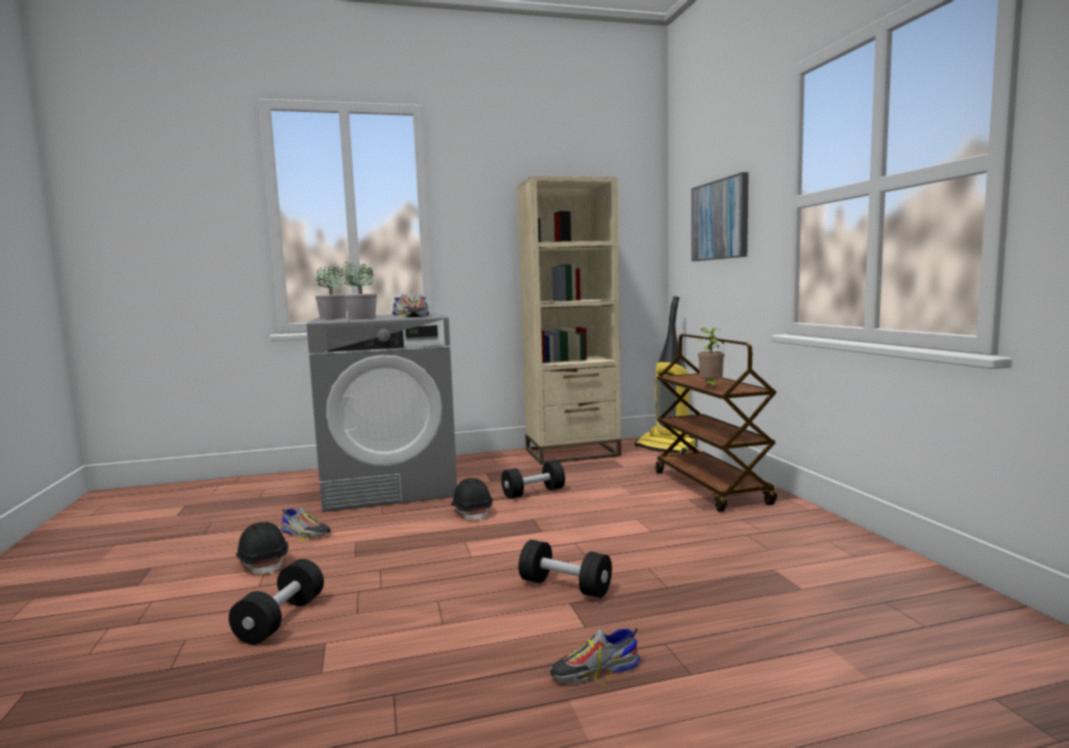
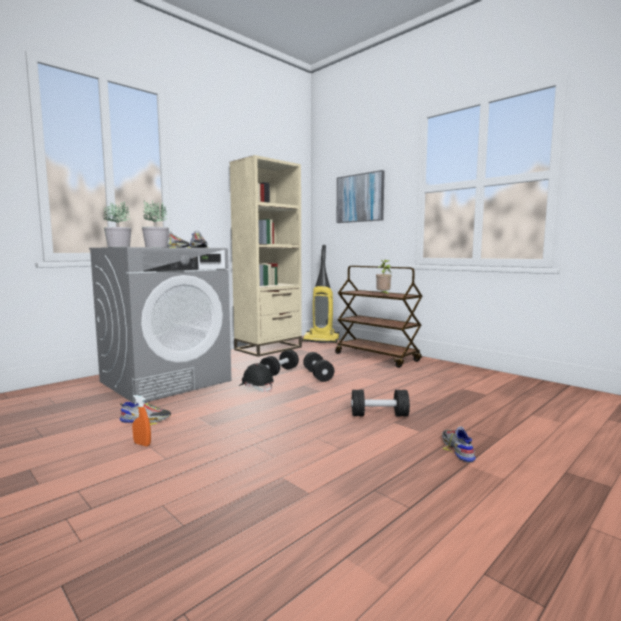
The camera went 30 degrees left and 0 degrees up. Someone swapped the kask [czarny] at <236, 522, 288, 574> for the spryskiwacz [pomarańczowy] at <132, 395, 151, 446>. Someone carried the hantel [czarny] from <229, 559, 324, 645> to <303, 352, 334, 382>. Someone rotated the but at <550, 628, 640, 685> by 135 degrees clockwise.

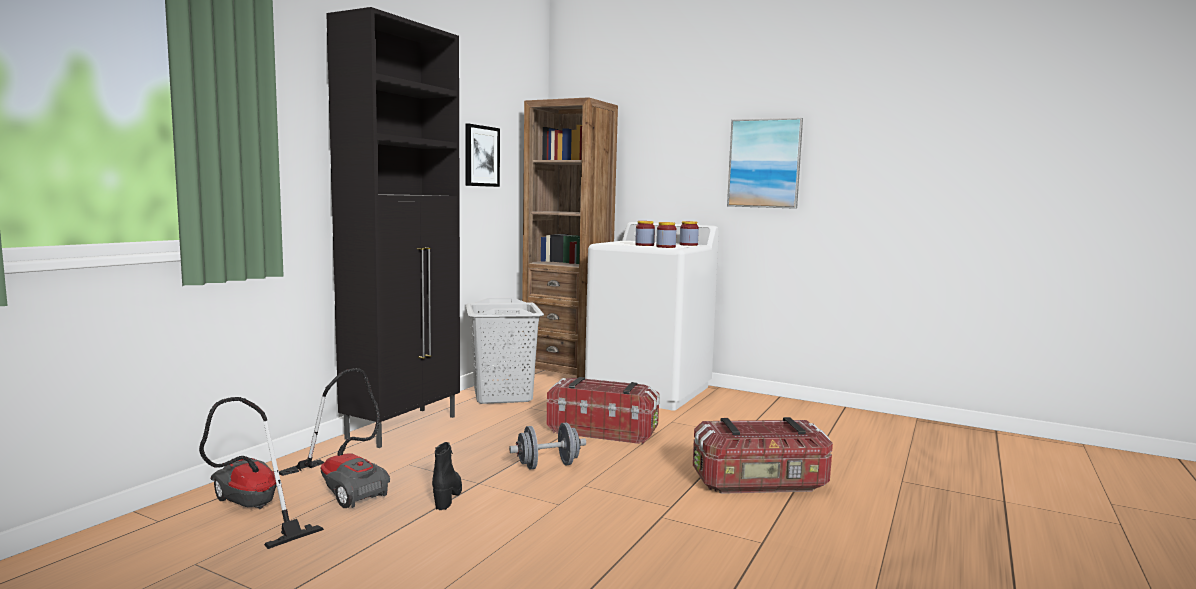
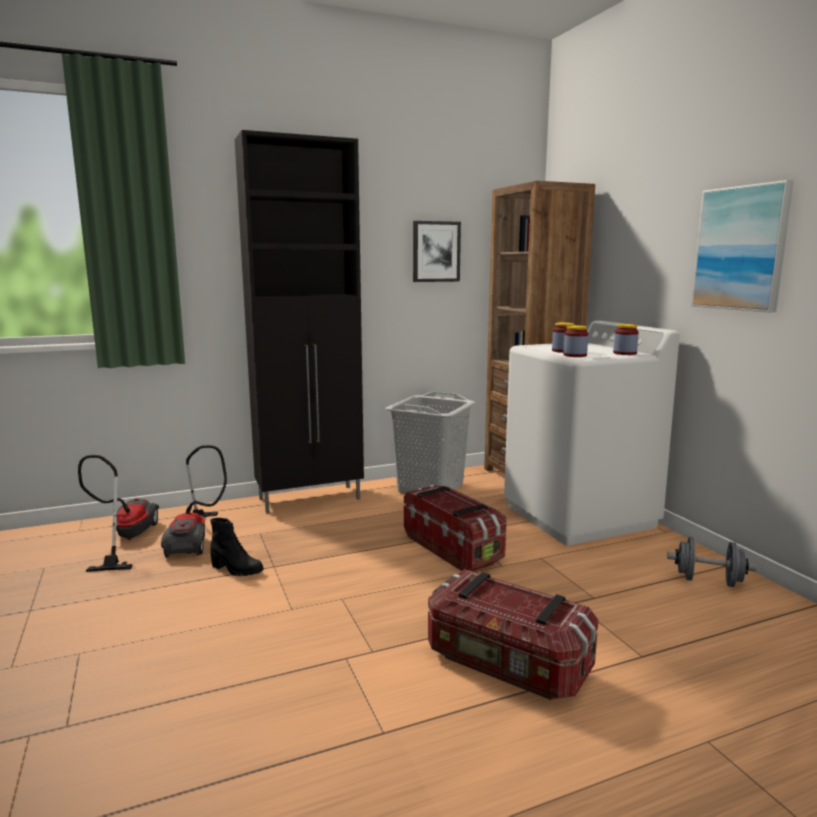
The camera went 40 degrees right and 5 degrees up. Someone rotated the but z cholewką [czarny] at <432, 442, 462, 510> by 75 degrees clockwise. Someone carried the hantel [szary] from <509, 423, 586, 470> to <667, 537, 757, 587>.

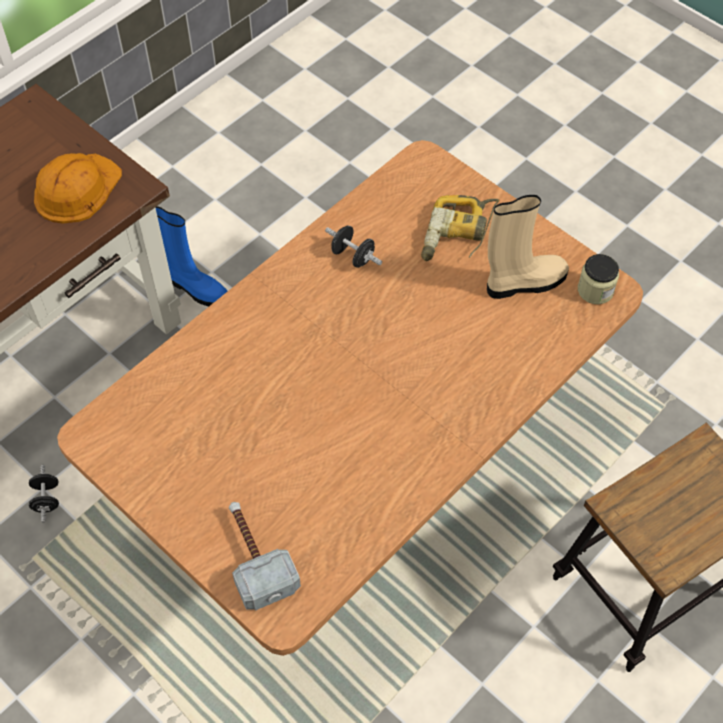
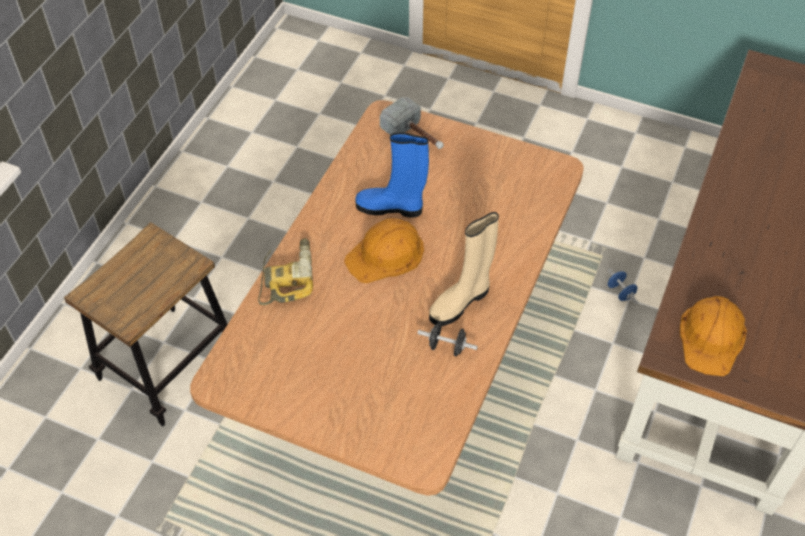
The camera went 160 degrees right and 5 degrees down. Someone carried the wiertarka from <421, 195, 499, 261> to <258, 238, 313, 305>. Someone put down the kask [pomarańczowy] at <344, 218, 424, 283>. Someone carried the but z cholewką [niebieski] from <155, 206, 228, 306> to <355, 132, 429, 218>. Someone carried the but z cholewką [beżowy] from <487, 195, 569, 299> to <429, 212, 499, 326>. Someone repainted the hantel [czarny] at <29, 465, 59, 523>, which became the hantel [niebieski] at <608, 268, 638, 304>. Someone took away the słoik at <578, 254, 619, 304>.

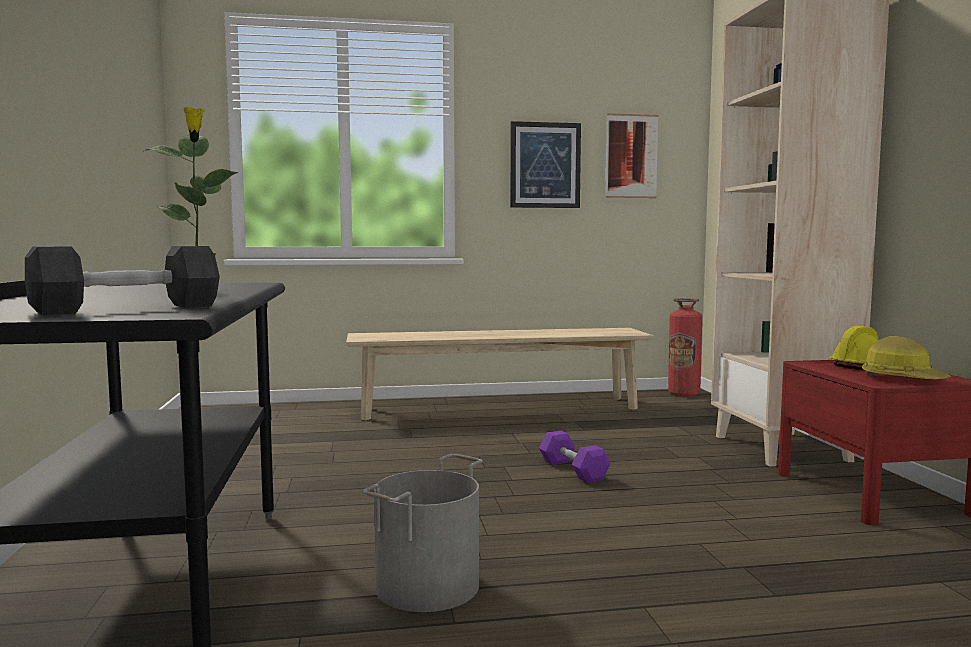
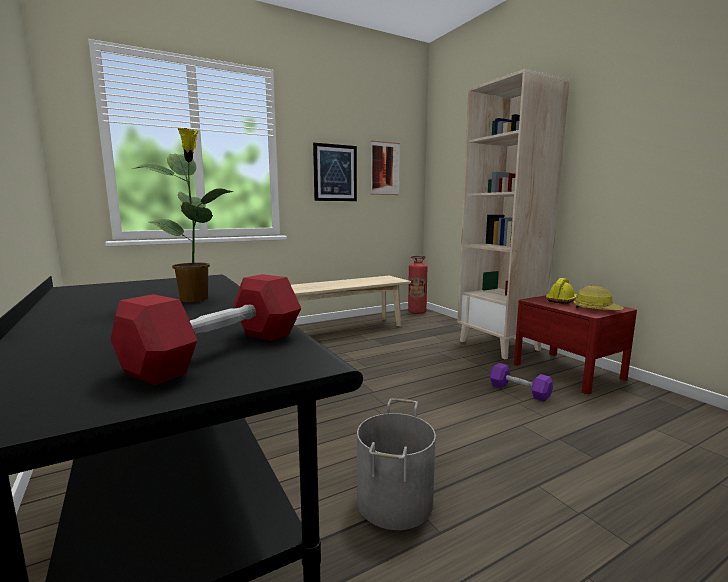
The camera went 20 degrees left and 5 degrees up. Someone repainted the hantel [czarny] at <25, 246, 220, 316>, which became the hantel [czerwony] at <110, 274, 301, 385>. Someone carried the hantel [fioletowy] from <539, 431, 611, 483> to <490, 363, 553, 402>.

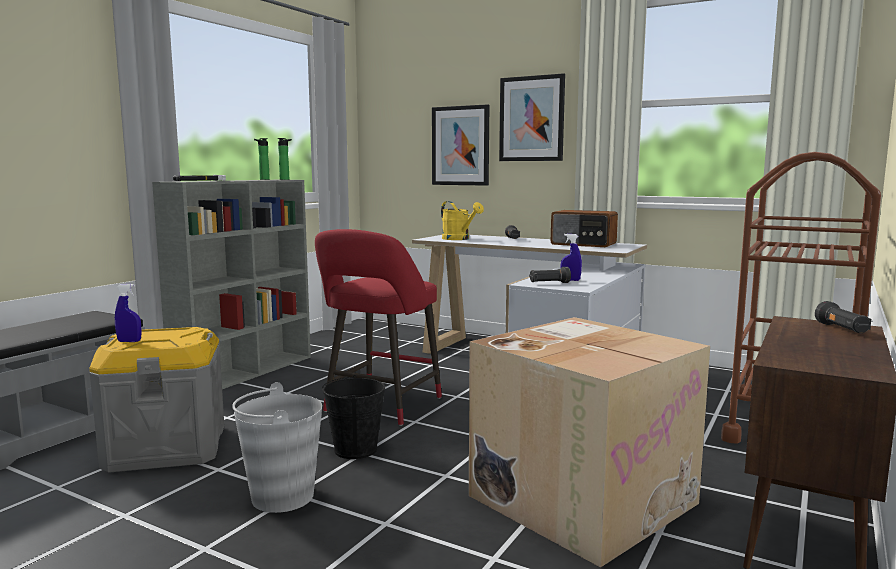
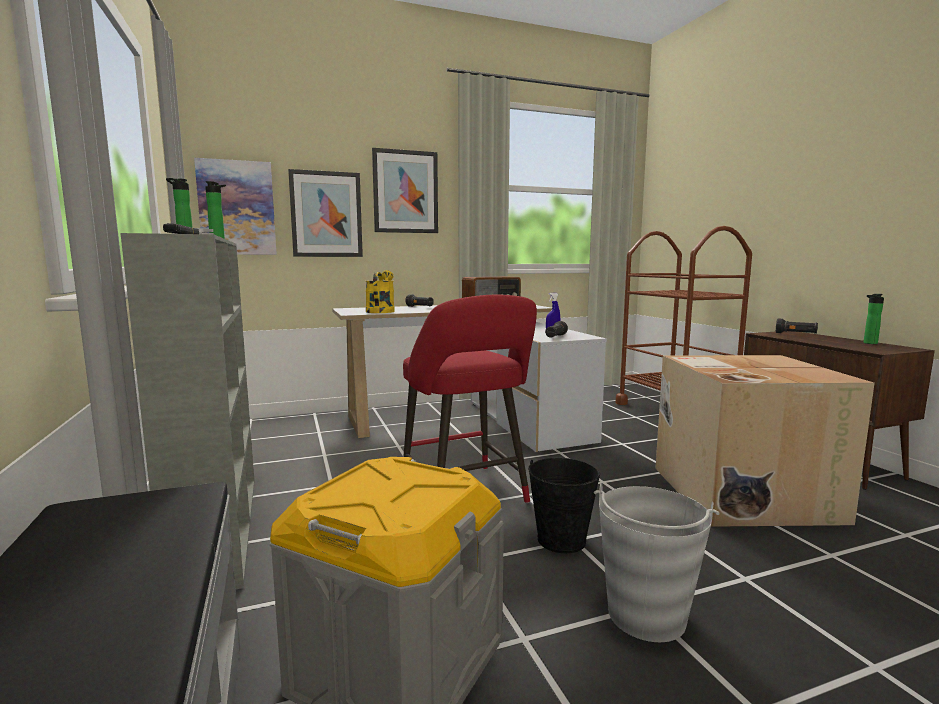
The camera went 50 degrees left and 0 degrees up. Someone put up the obraz at <194, 158, 277, 255>. Someone rotated the konewka [żółty] at <441, 201, 484, 240> by 90 degrees counterclockwise. Someone put down the butelka at <864, 294, 884, 344>. Someone took away the spryskiwacz [niebieski] at <115, 284, 141, 342>.

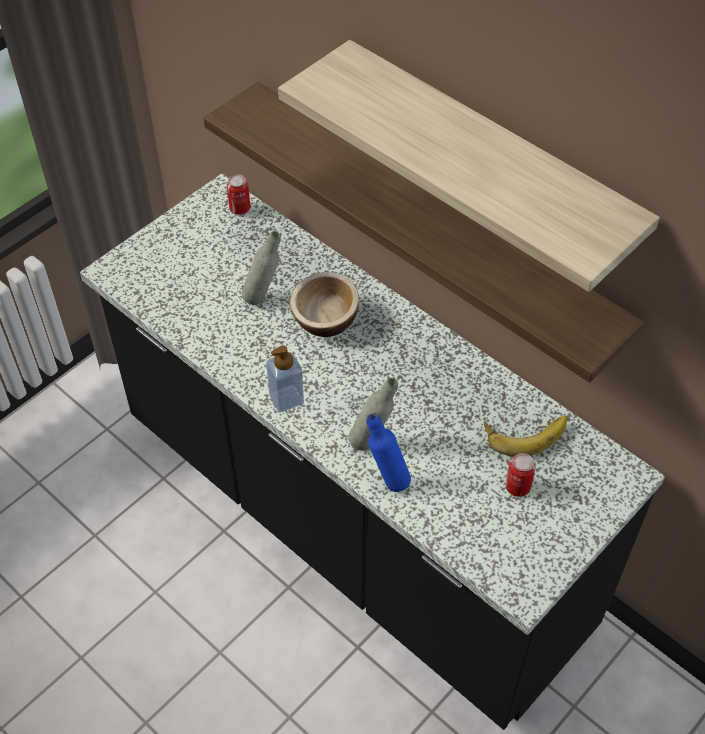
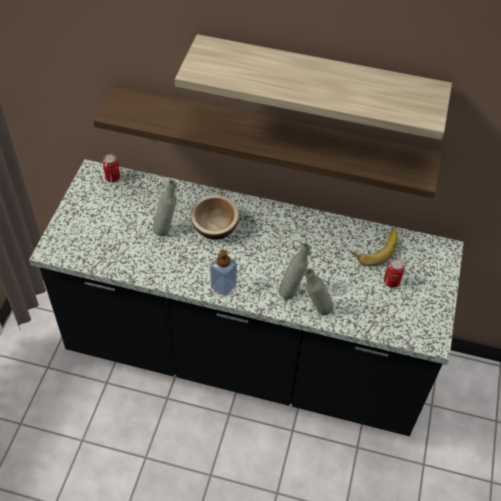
The camera went 30 degrees left and 0 degrees up. Someone repainted the butelka [niebieski] at <366, 413, 411, 492>, which became the butelka [szary] at <305, 268, 334, 315>.

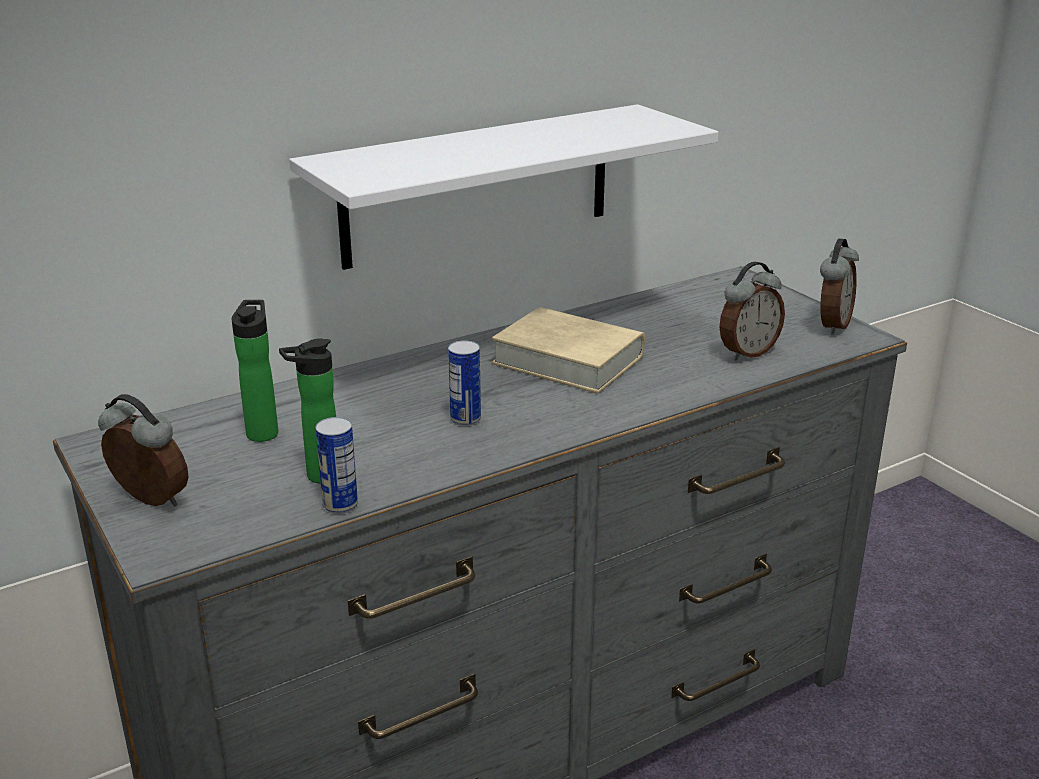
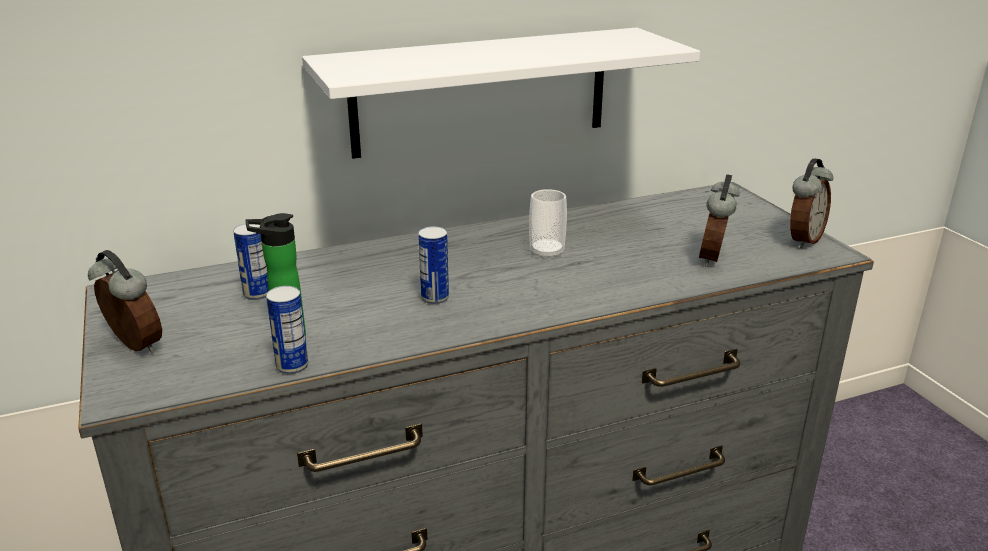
The camera went 10 degrees right and 0 degrees up. Someone swapped the butelka at <232, 300, 278, 442> for the puszka at <233, 223, 269, 300>. Someone swapped the książka [beżowy] at <492, 307, 645, 394> for the filiżanka at <529, 189, 567, 260>. Someone rotated the budzik at <719, 262, 785, 361> by 135 degrees clockwise.

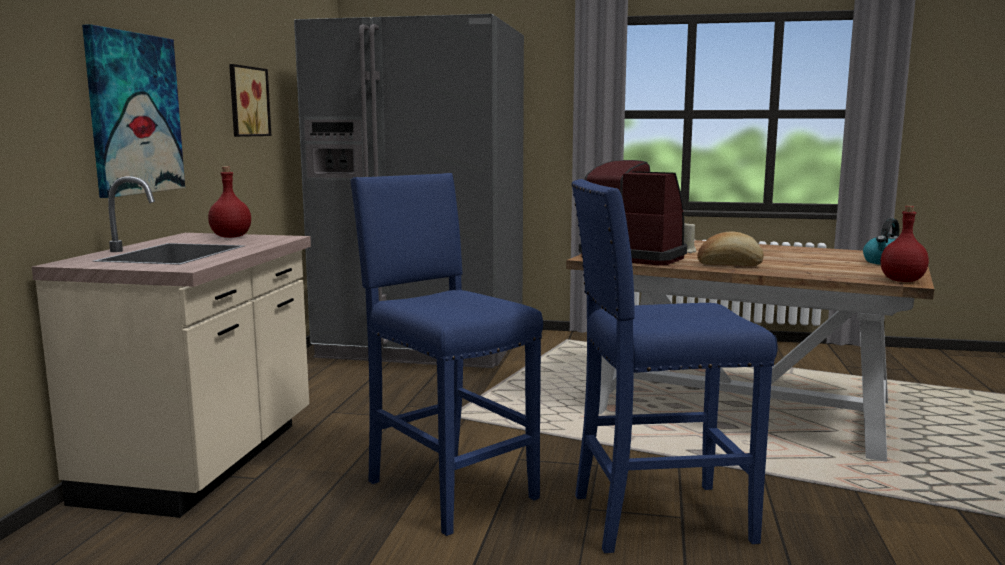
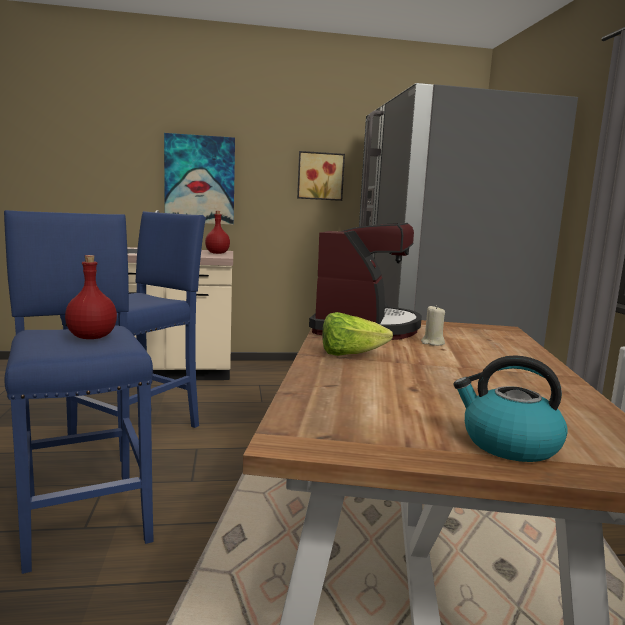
The camera went 70 degrees right and 0 degrees up. Someone carried the butelka [czerwony] from <881, 206, 929, 282> to <65, 255, 117, 339>. Someone swapped the chleb at <697, 231, 764, 266> for the sałata at <322, 312, 393, 356>.

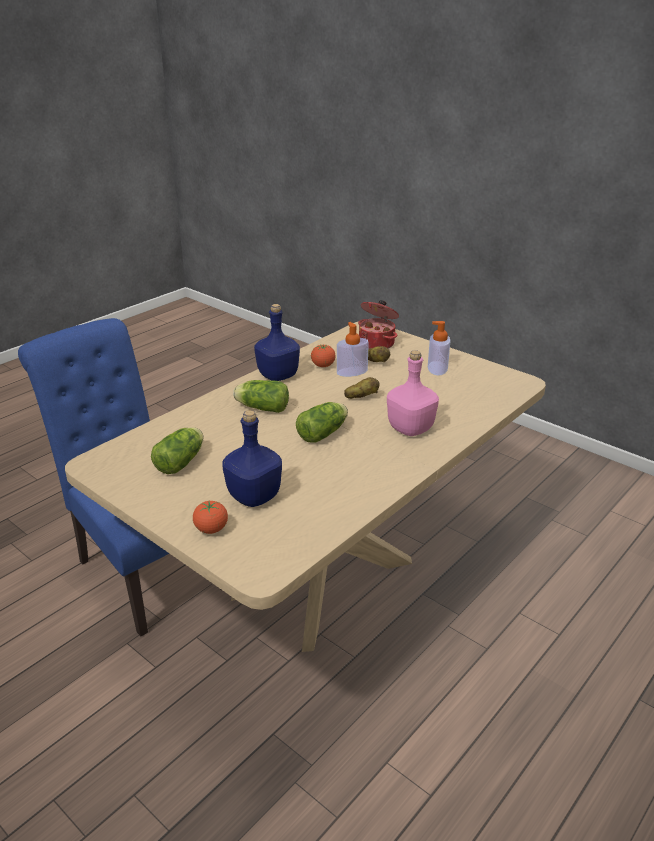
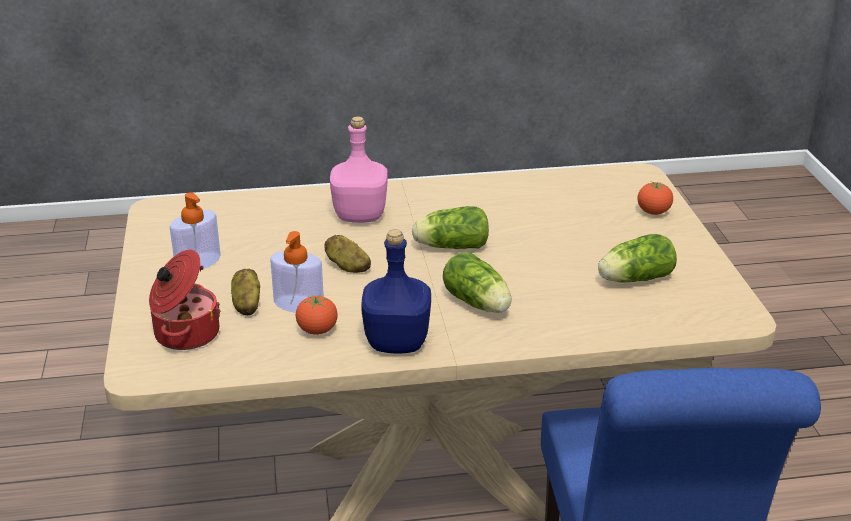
The camera went 140 degrees left and 0 degrees up. Someone took away the butelka [niebieski] at <222, 410, 282, 507>.

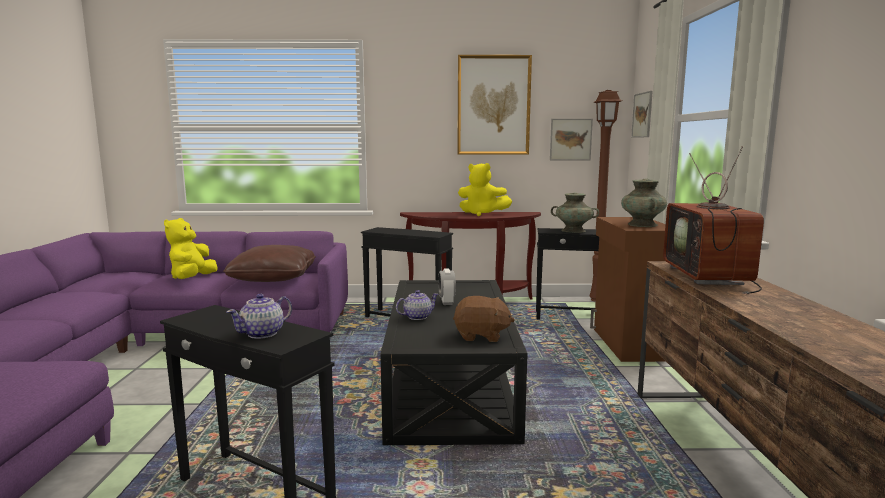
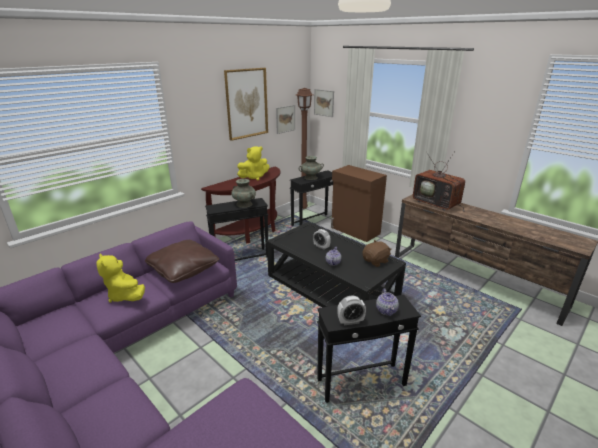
The camera went 45 degrees left and 15 degrees up. Someone carried the wazon [turkusowy] from <621, 179, 667, 227> to <231, 179, 256, 208>. Someone put down the budzik at <337, 296, 366, 325>.

